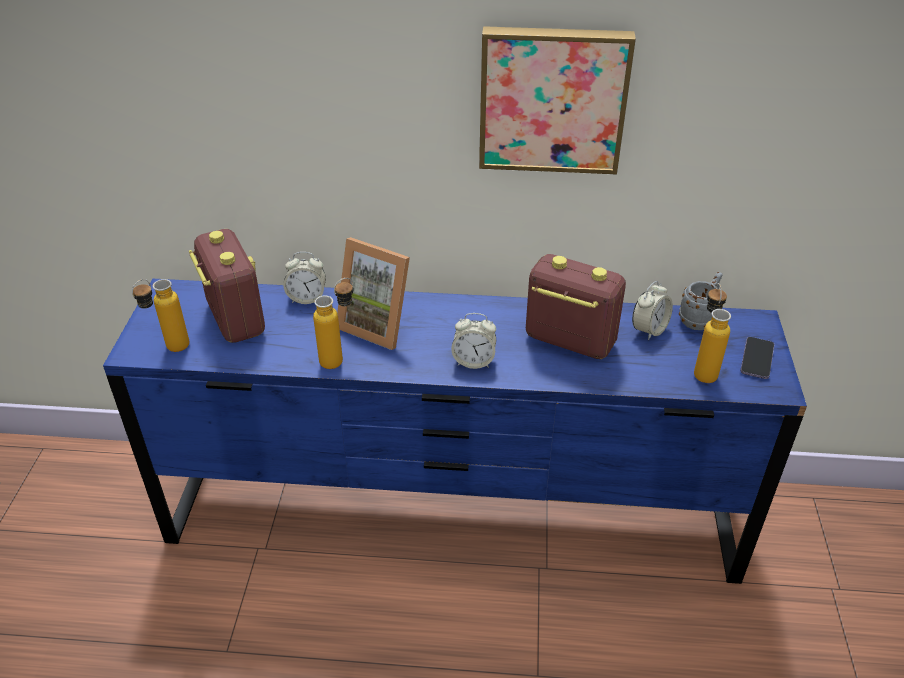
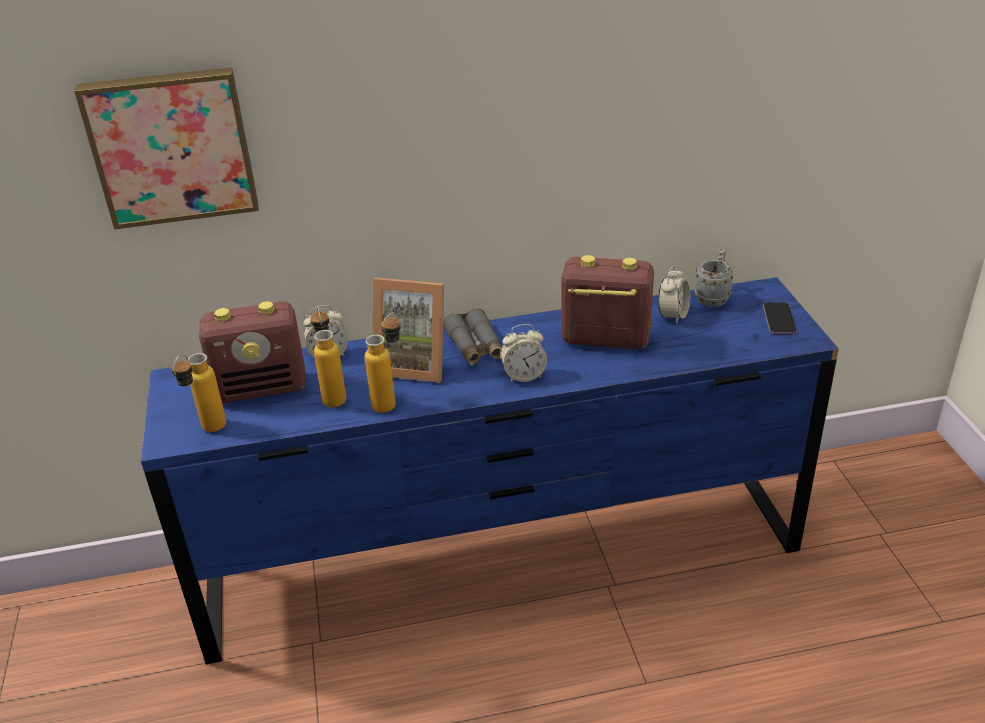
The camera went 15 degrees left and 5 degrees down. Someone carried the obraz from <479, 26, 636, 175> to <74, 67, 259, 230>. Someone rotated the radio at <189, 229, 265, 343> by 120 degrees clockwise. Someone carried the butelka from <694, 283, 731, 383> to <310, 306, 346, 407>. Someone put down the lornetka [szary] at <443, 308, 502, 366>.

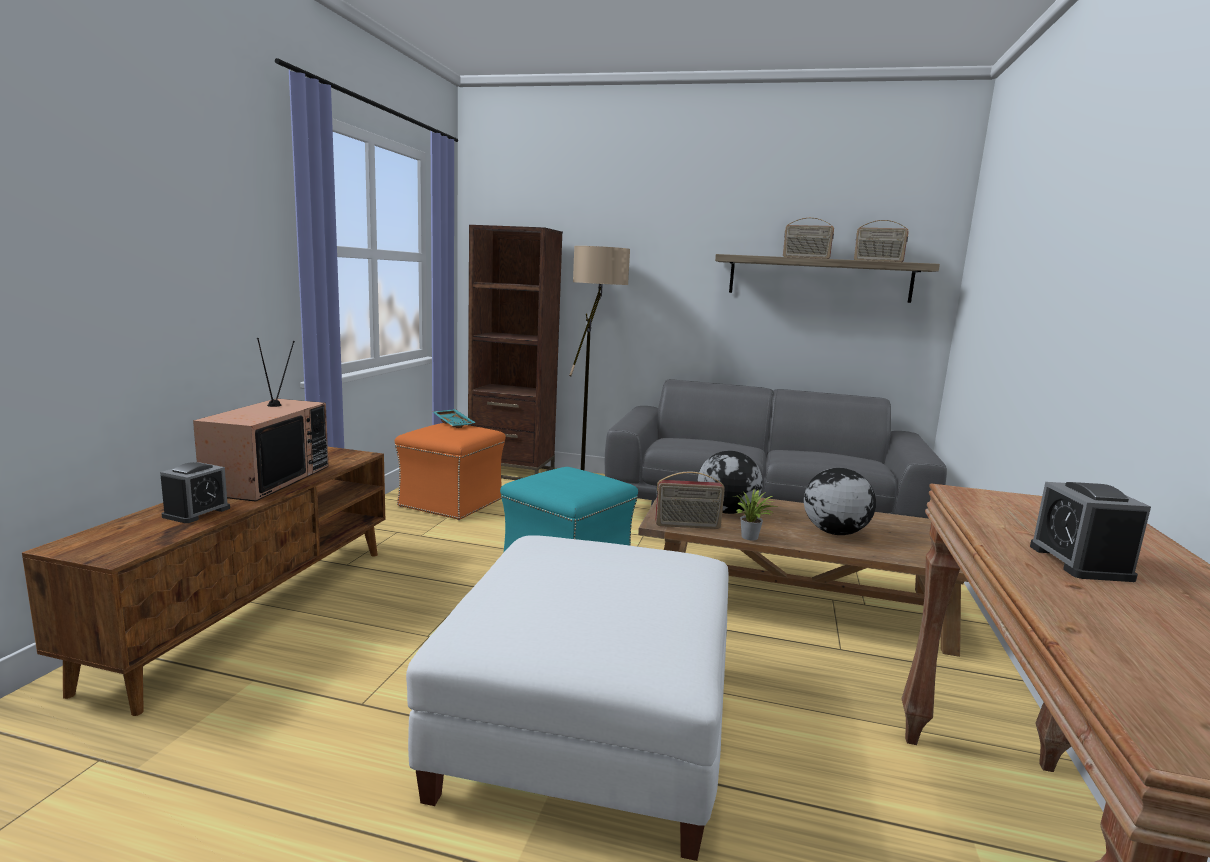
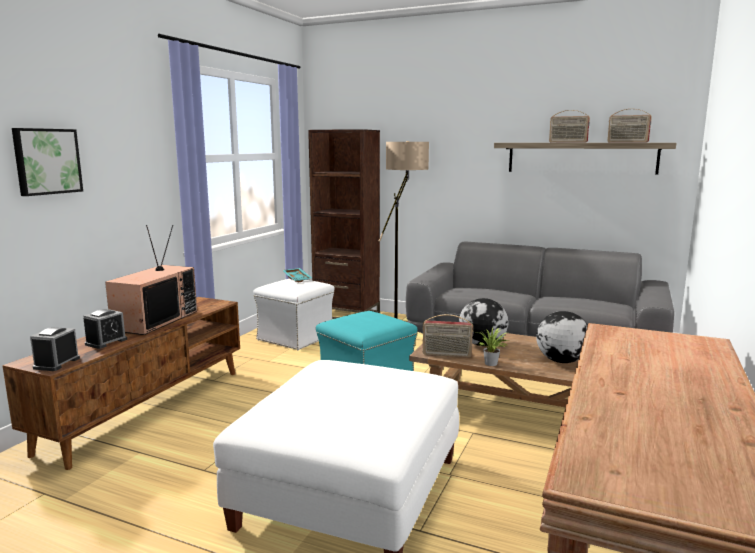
The camera went 10 degrees right and 0 degrees up. Someone put up the obraz at <12, 128, 83, 196>. Someone carried the budzik from <1030, 482, 1151, 582> to <30, 327, 80, 371>. Someone repainted the pufa [pomarańczowy] at <395, 423, 506, 520>, which became the pufa [biały] at <253, 279, 335, 350>.

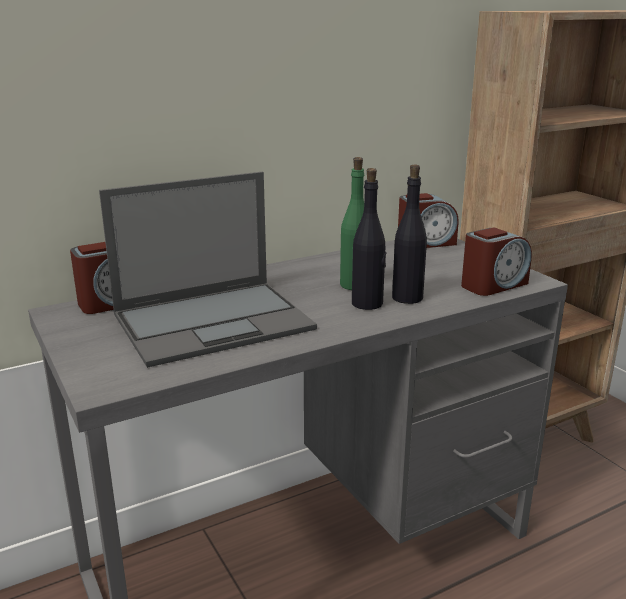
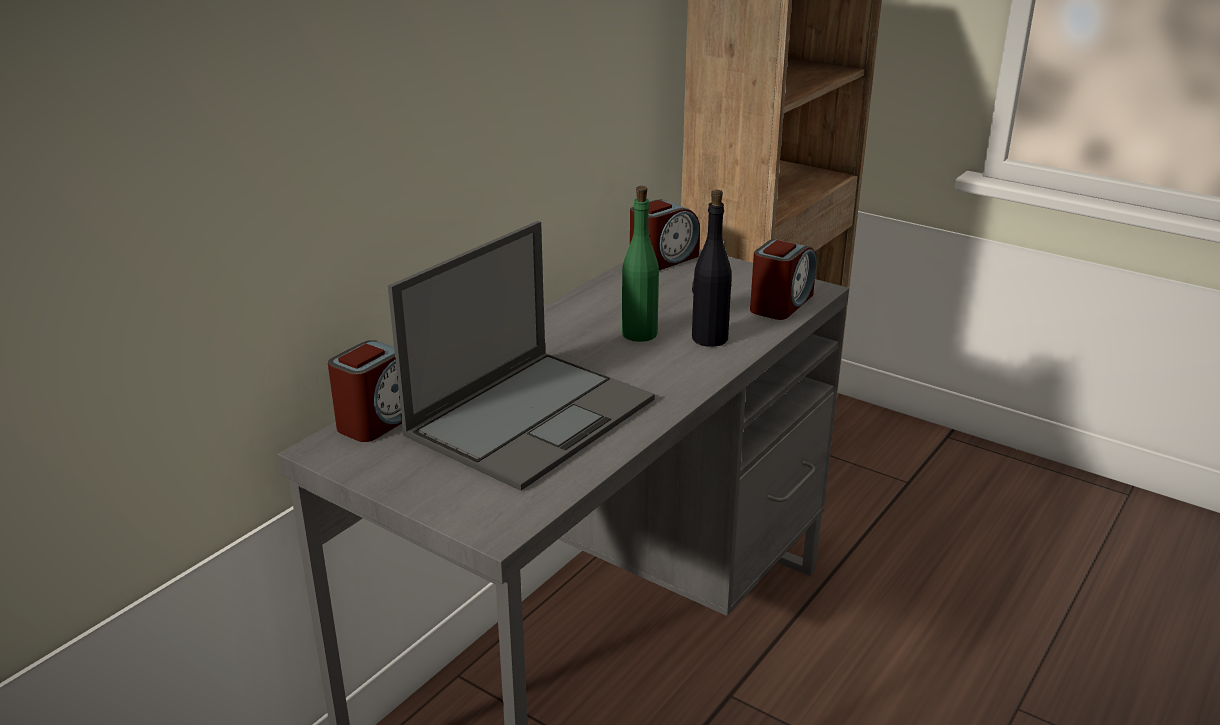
The camera went 25 degrees left and 5 degrees up. Someone took away the butelka [czarny] at <352, 168, 387, 310>.

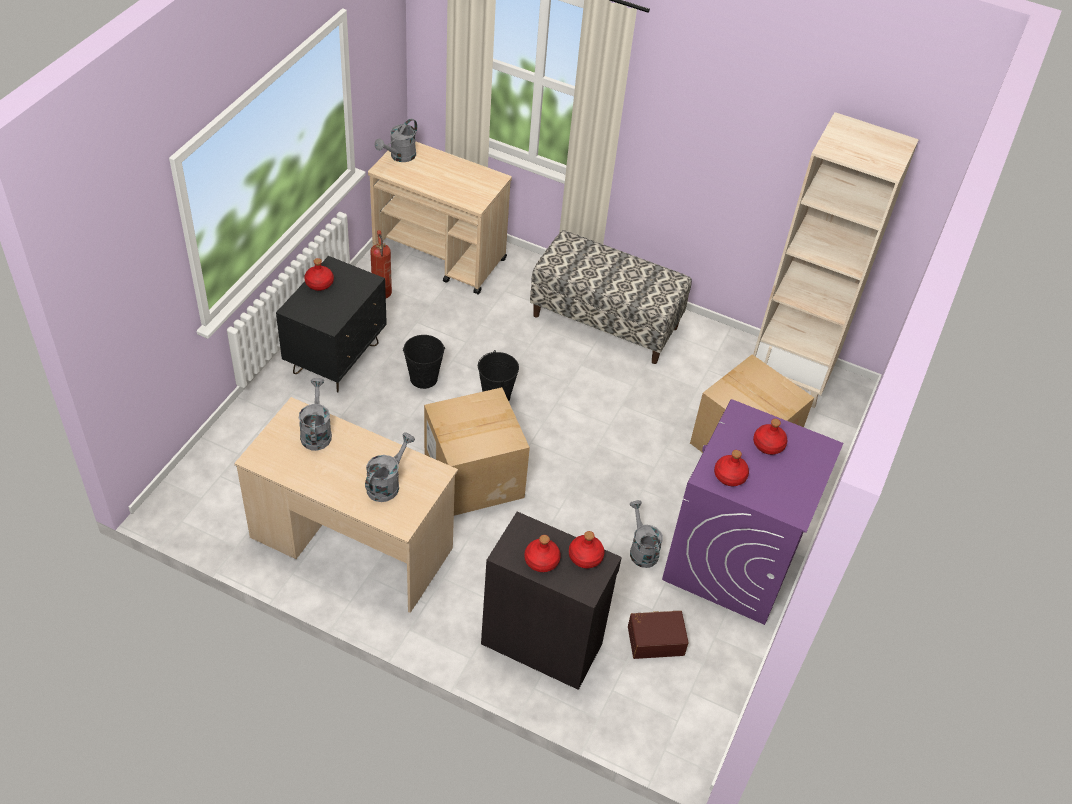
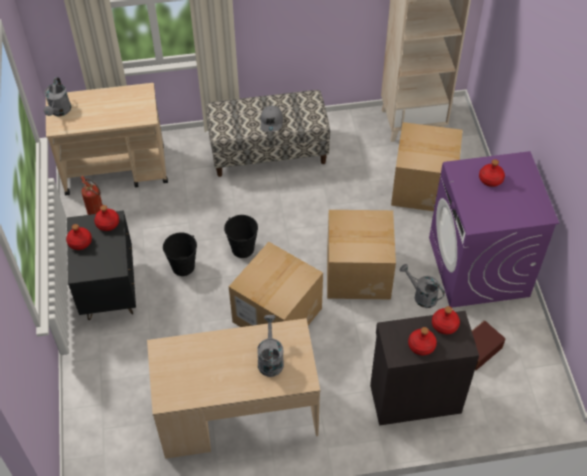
The camera went 30 degrees left and 5 degrees up. Someone carried the butelka [czerwony] from <714, 450, 749, 486> to <94, 205, 119, 231>. Someone put down the czapka z daszkiem [szary] at <261, 106, 283, 132>. Someone put down the karton at <327, 210, 396, 300>. Someone took away the konewka [szary] at <299, 378, 332, 451>.

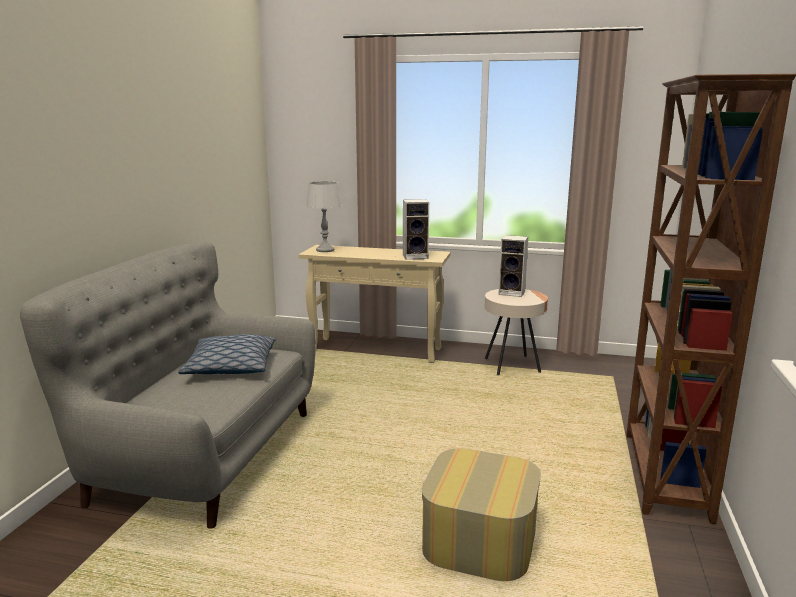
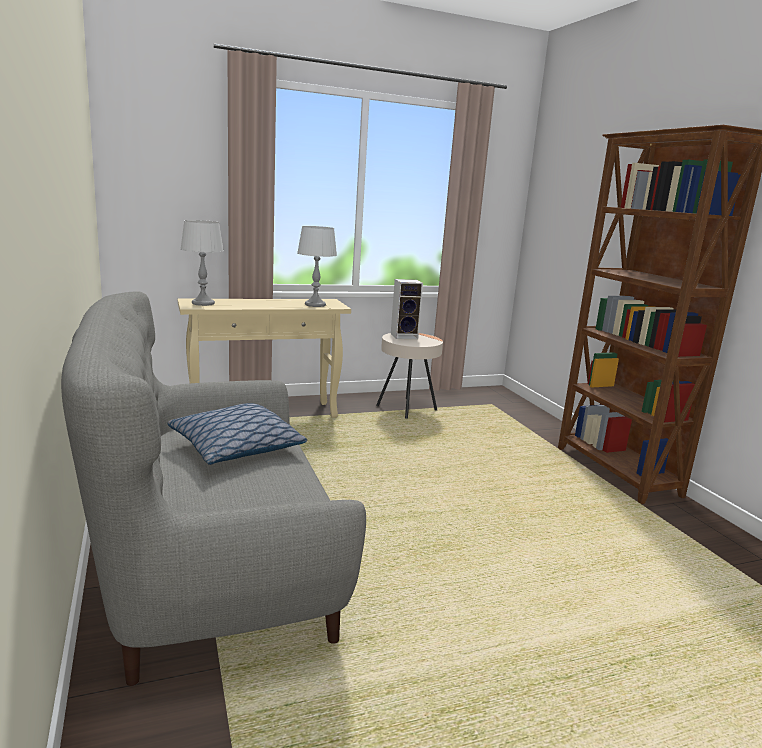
The camera went 35 degrees left and 0 degrees up. Someone swapped the głośnik at <403, 199, 429, 260> for the lampa stołowa [szary] at <297, 226, 337, 307>. Someone took away the pufa at <422, 448, 541, 581>.

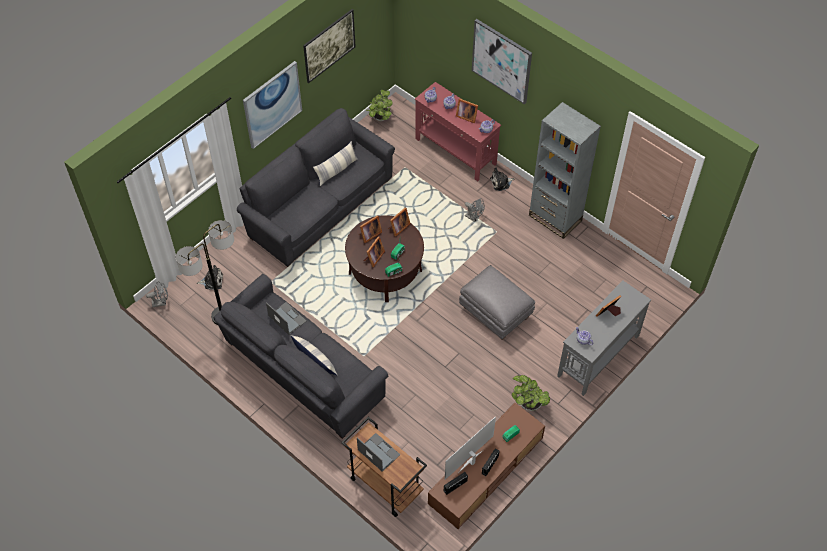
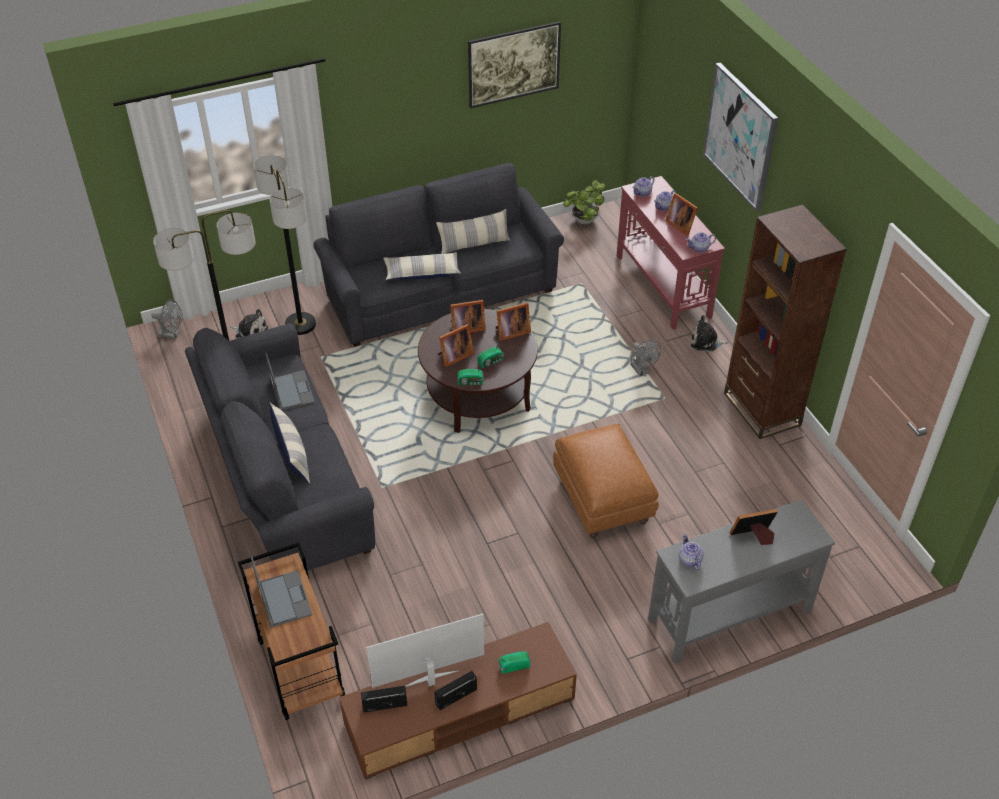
The camera went 25 degrees right and 10 degrees down. Someone put down the lampa stojąca at <253, 155, 316, 335>. Someone put down the poduszka at <384, 252, 461, 280>. Someone repainted the pufa [szary] at <459, 265, 535, 340>, which became the pufa [brązowy] at <553, 424, 659, 538>. Someone repainted the regał [szary] at <529, 102, 601, 239>, which became the regał [brązowy] at <724, 205, 847, 439>. Someone took away the obraz at <243, 61, 302, 149>. Someone took away the roślina doniczkowa at <512, 375, 550, 411>.

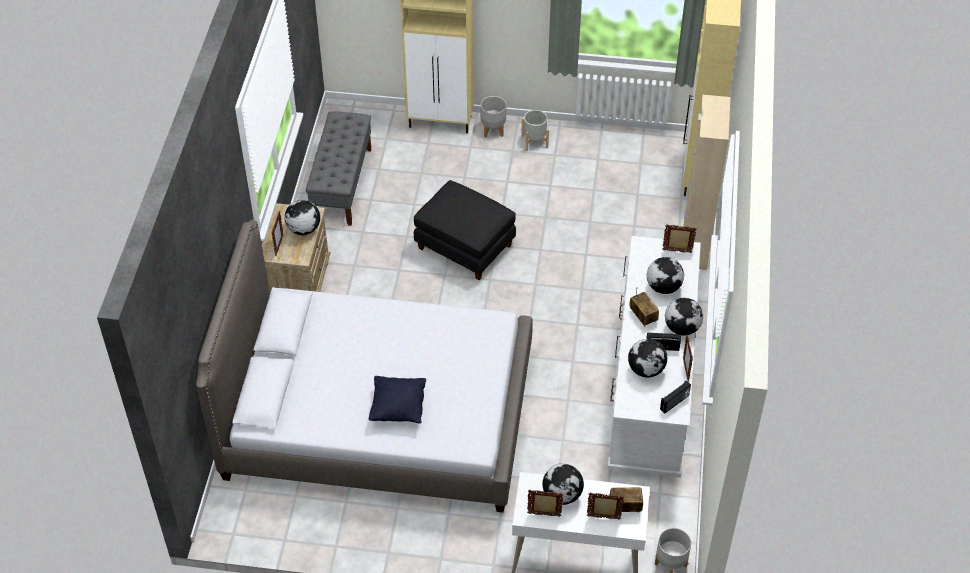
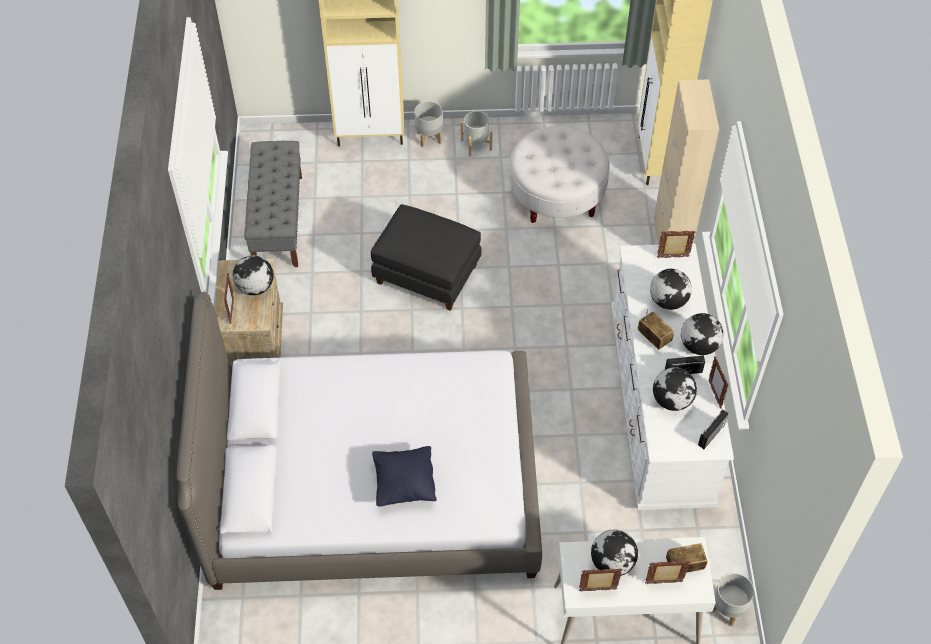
The camera went 10 degrees left and 5 degrees up. Someone put down the pufa [biały] at <509, 126, 610, 223>.

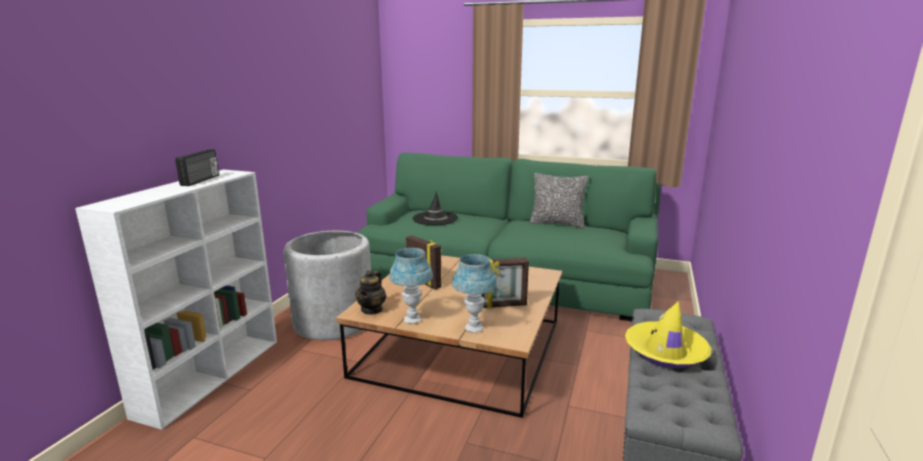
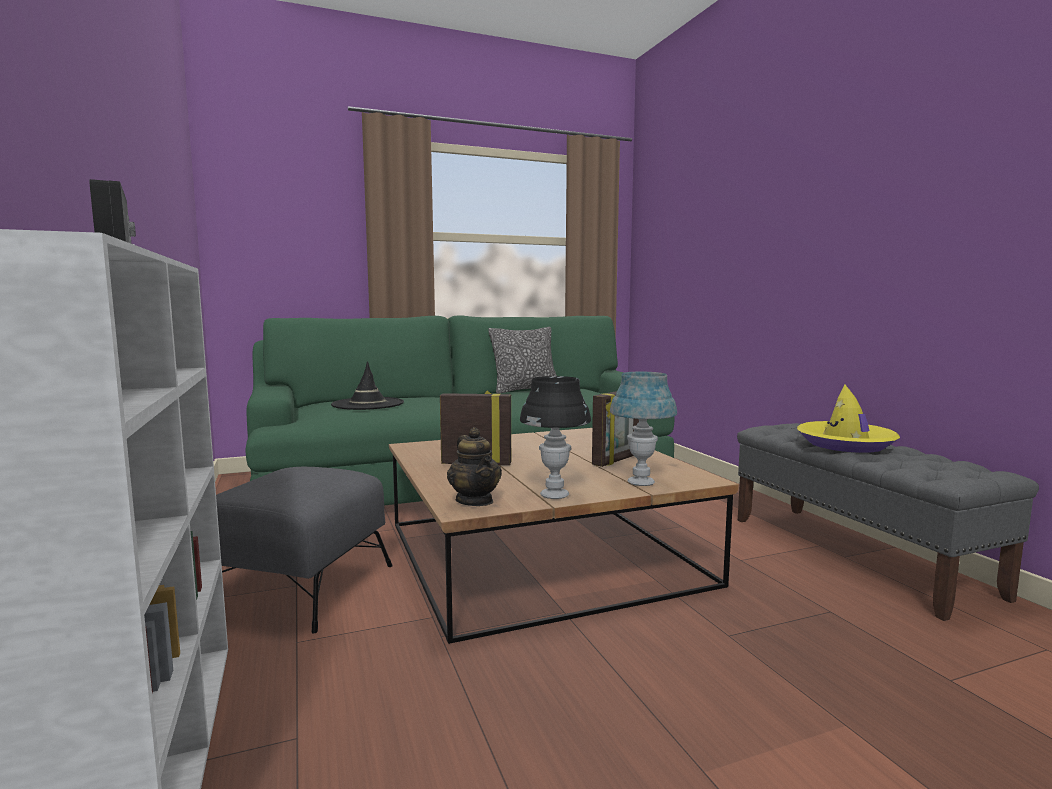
The camera went 40 degrees left and 10 degrees down. Someone swapped the donica [szary] at <284, 231, 371, 340> for the pufa [szary] at <216, 467, 393, 633>. Someone repainted the lampa stołowa [niebieski] at <389, 248, 433, 324>, which became the lampa stołowa [czarny] at <520, 376, 591, 499>.

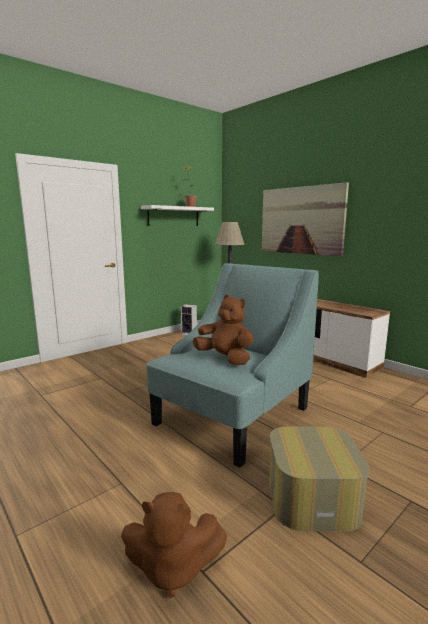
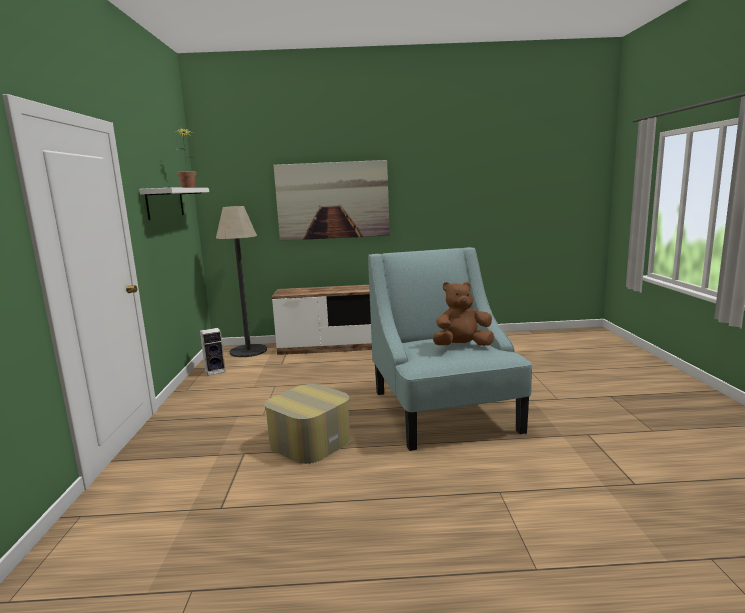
The camera went 50 degrees left and 0 degrees up. Someone carried the pufa from <269, 426, 369, 531> to <264, 384, 351, 464>. Someone took away the pluszak [brązowy] at <121, 492, 227, 598>.

